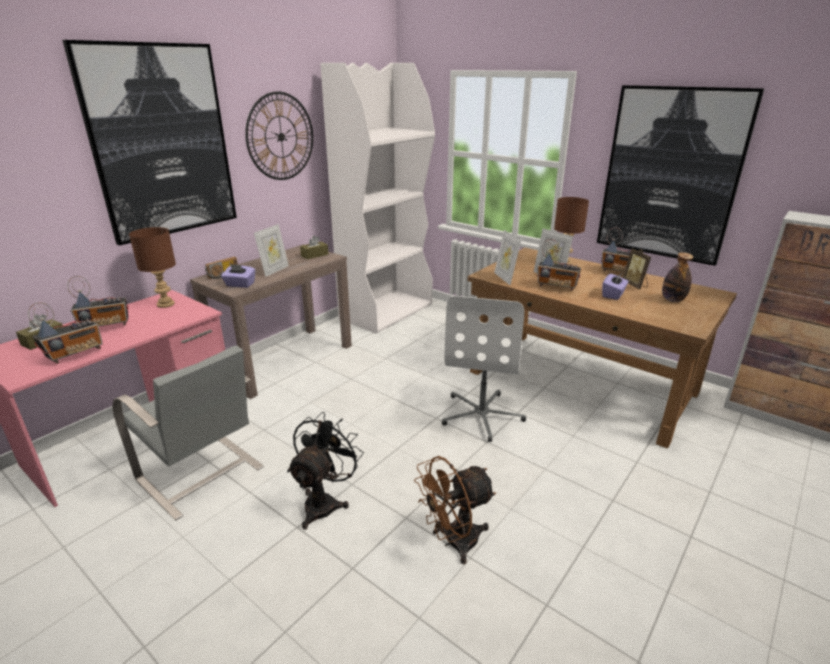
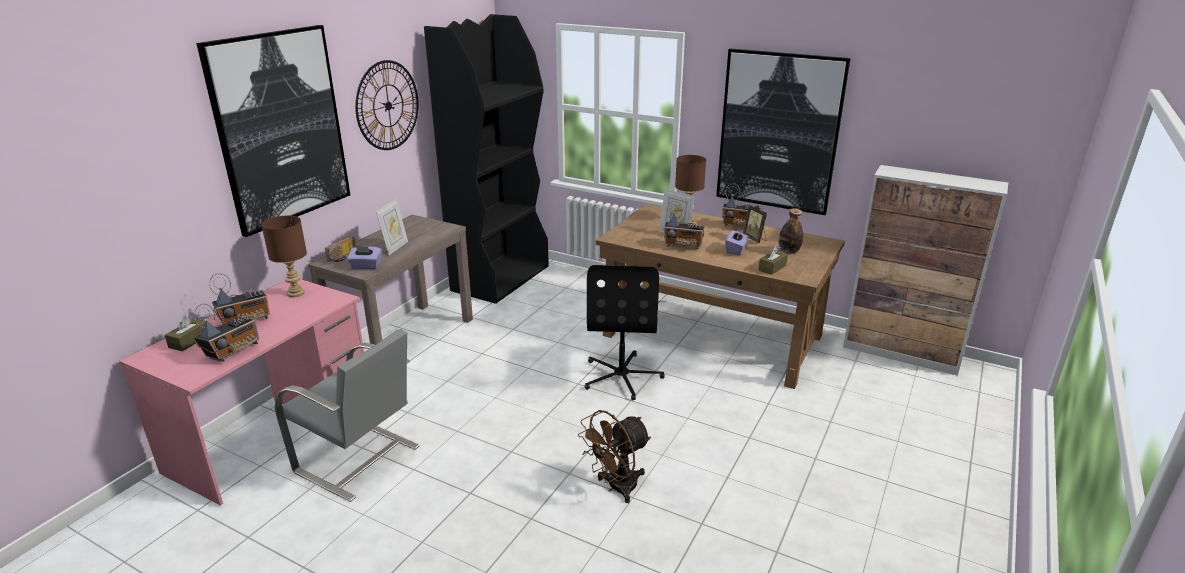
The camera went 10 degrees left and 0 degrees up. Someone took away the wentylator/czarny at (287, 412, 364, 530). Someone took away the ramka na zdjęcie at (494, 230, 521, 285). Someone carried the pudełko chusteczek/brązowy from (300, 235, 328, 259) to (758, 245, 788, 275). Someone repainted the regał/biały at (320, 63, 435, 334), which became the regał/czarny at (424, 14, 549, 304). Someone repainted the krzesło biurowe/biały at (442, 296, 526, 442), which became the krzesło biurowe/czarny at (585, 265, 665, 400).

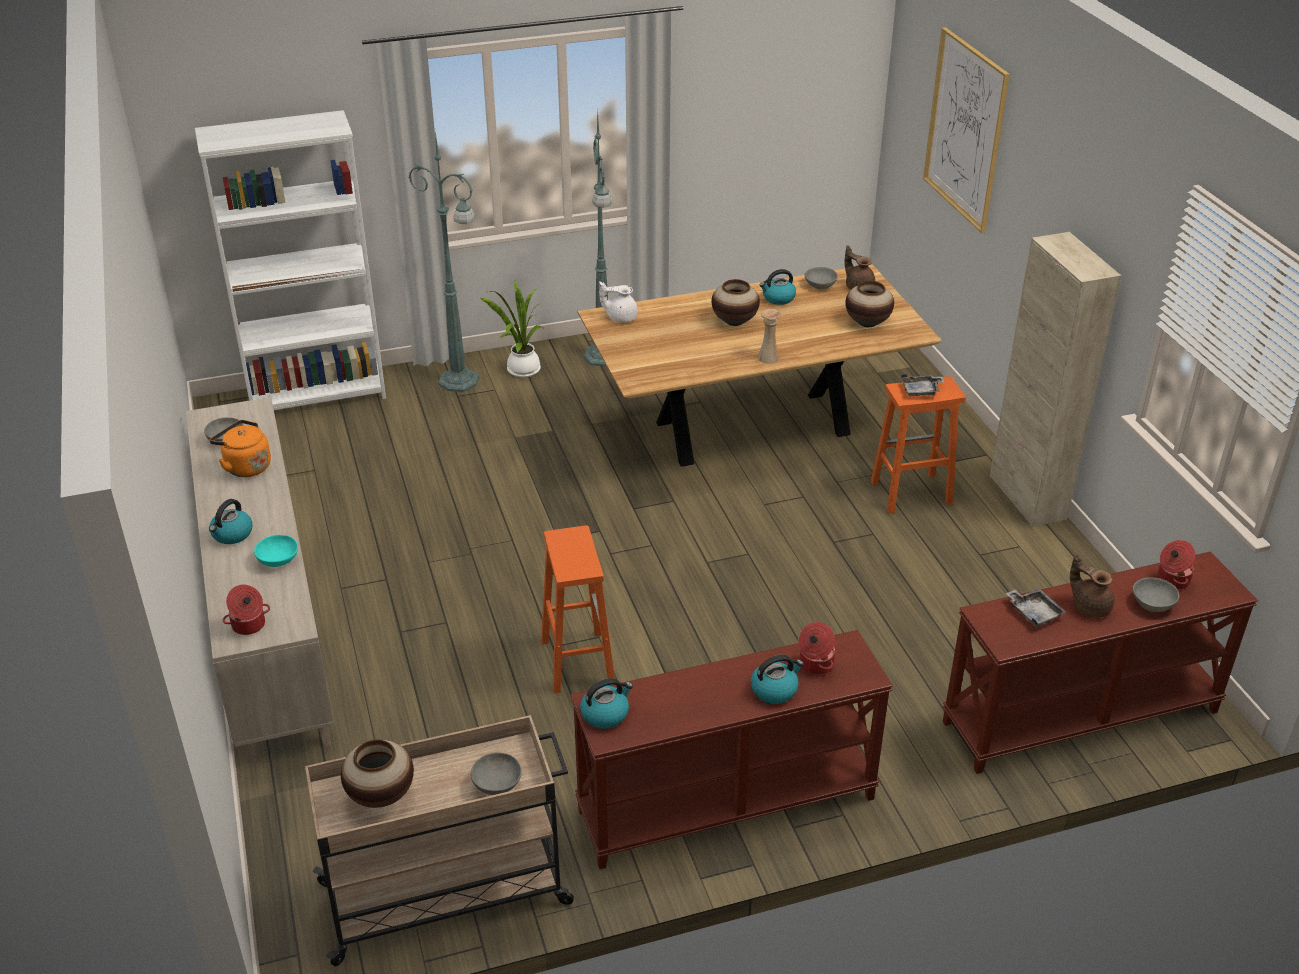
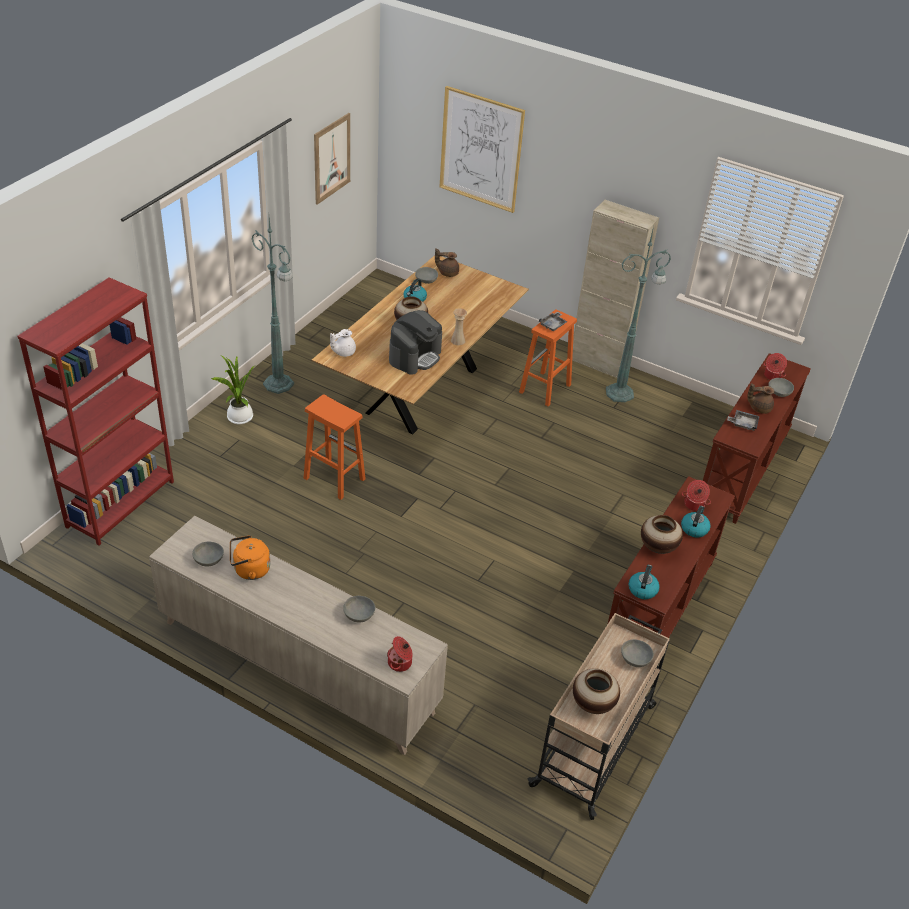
The camera went 45 degrees left and 5 degrees up. Someone took away the czajnik at (209, 499, 253, 544). Someone put up the obraz at (314, 113, 350, 205). Someone put down the ekspres do kawy at (389, 310, 442, 375). Someone carried the lampa stojąca/zielony from (409, 131, 479, 392) to (606, 226, 671, 402). Someone carried the stołek/pomarańczowy from (541, 525, 615, 693) to (304, 394, 366, 500). Someone carried the wazon from (845, 281, 894, 327) to (641, 515, 683, 554). Someone repainted the regał/biały at (195, 110, 386, 410), which became the regał/czerwony at (17, 277, 174, 546). Someone repainted the miska/turkusowy at (254, 535, 298, 567), which became the miska/szary at (343, 596, 375, 622).

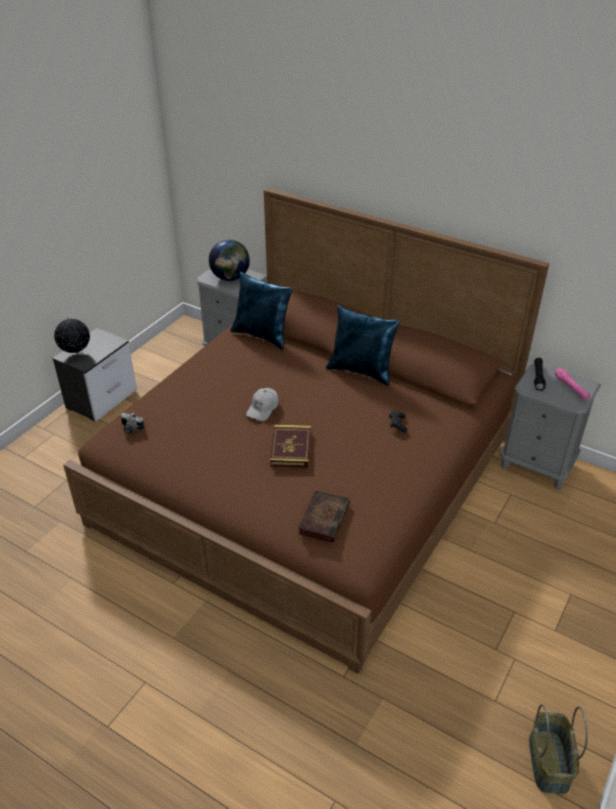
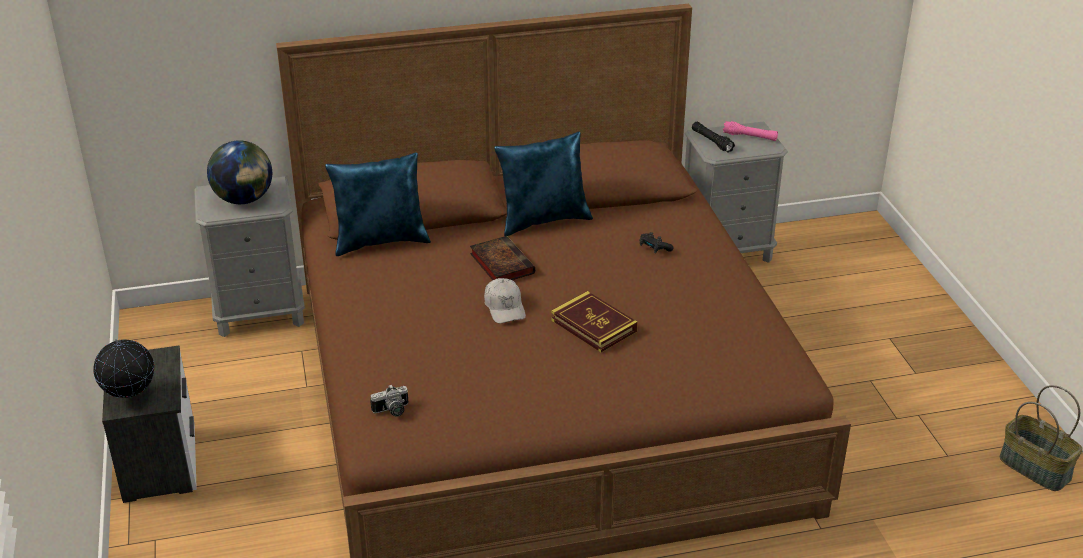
The camera went 45 degrees left and 5 degrees down. Someone carried the książka from (298, 491, 350, 543) to (470, 236, 535, 280).

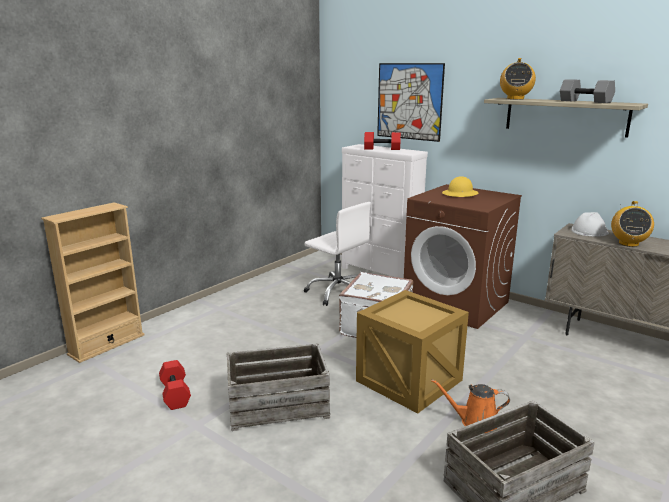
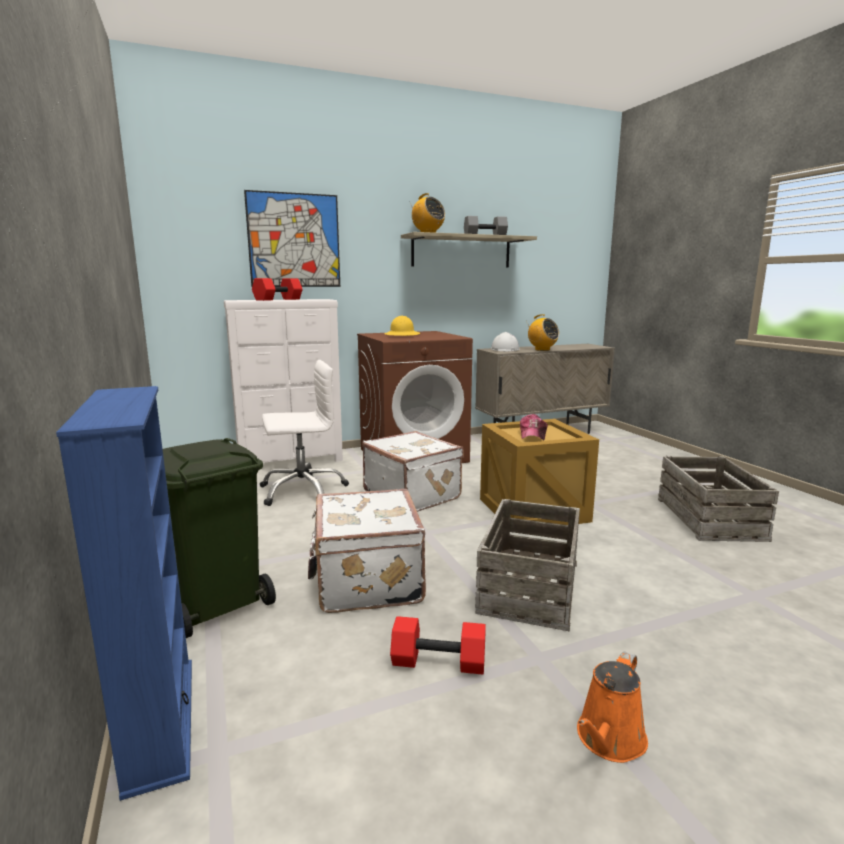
The camera went 60 degrees left and 5 degrees down. Someone put down the kosz na śmieci/zielony at (163, 438, 276, 638). Someone put down the walizka/biały at (308, 489, 426, 613). Someone put down the czapka z daszkiem at (520, 414, 548, 440). Someone carried the konewka/pomarańczowy from (431, 379, 510, 433) to (577, 651, 648, 763). Someone repainted the regał/beżowy at (41, 202, 145, 363), which became the regał/niebieski at (56, 386, 192, 801).

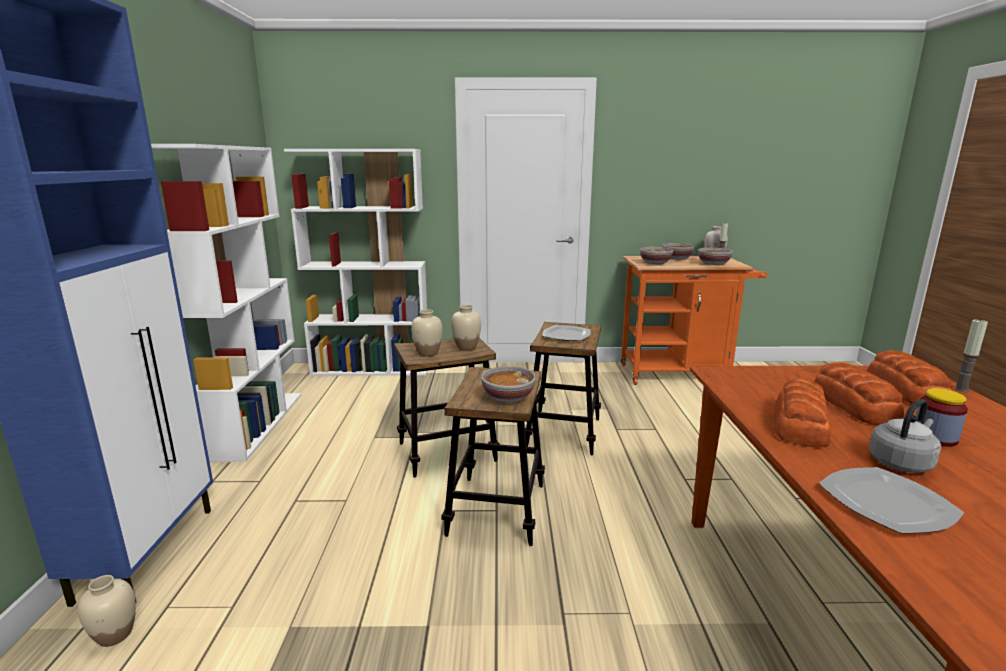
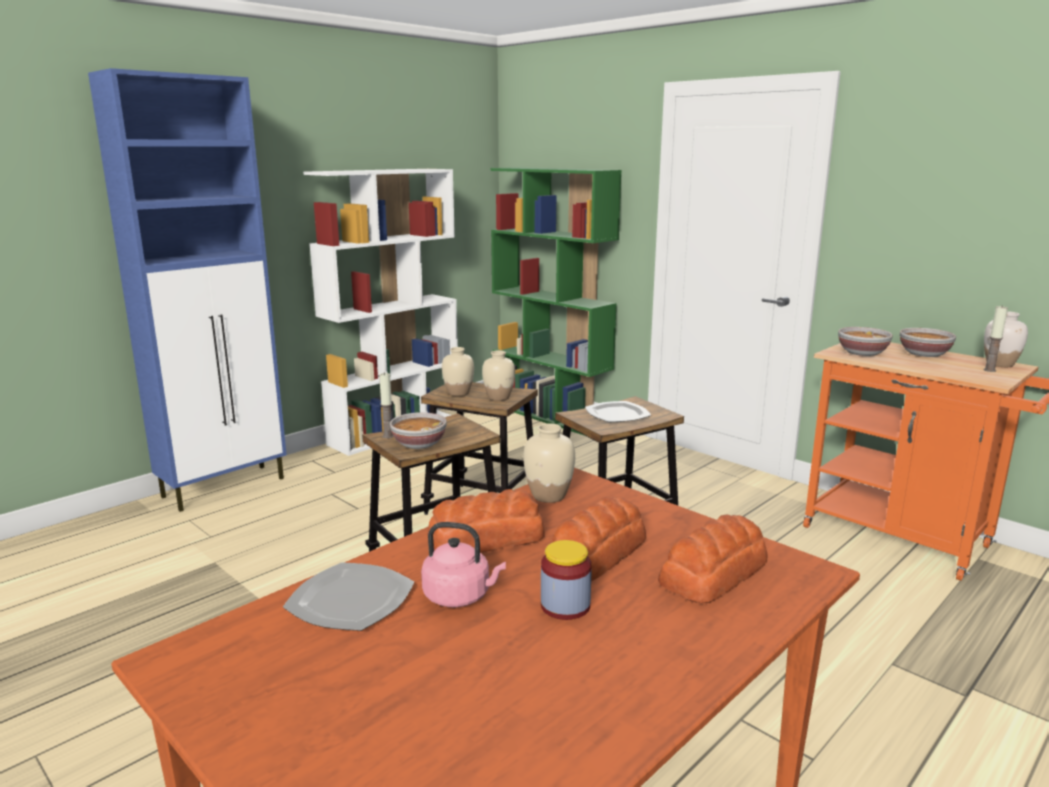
The camera went 45 degrees right and 0 degrees up. Someone took away the miska at (698, 248, 733, 265). Someone carried the wazon/beżowy from (78, 575, 136, 647) to (523, 423, 575, 503). Someone carried the świeca from (954, 319, 988, 392) to (379, 372, 394, 439). Someone repainted the regał/biały at (284, 149, 427, 376), which became the regał/zielony at (490, 167, 622, 436). Someone repainted the czajnik/szary at (869, 399, 941, 473), which became the czajnik/różowy at (421, 522, 506, 607).

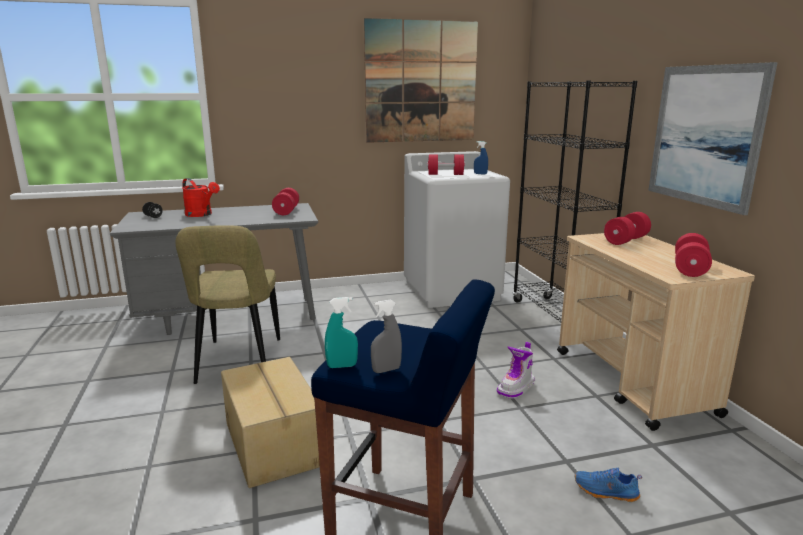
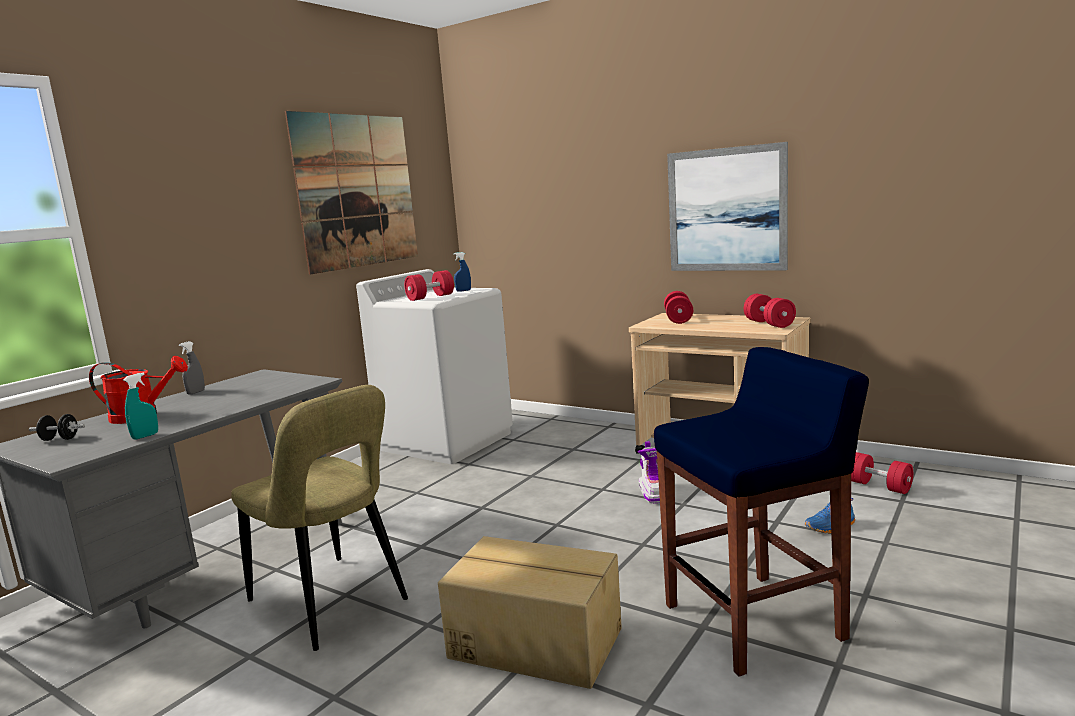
The camera went 40 degrees left and 5 degrees down. Someone took away the regał/czarny at (512, 81, 637, 322). Someone carried the hantel/czerwony from (272, 188, 299, 215) to (851, 452, 913, 494). Someone carried the spryskiwacz/turkusowy from (325, 297, 358, 368) to (124, 373, 158, 440). Someone carried the spryskiwacz/szary from (371, 300, 402, 373) to (179, 341, 205, 395).

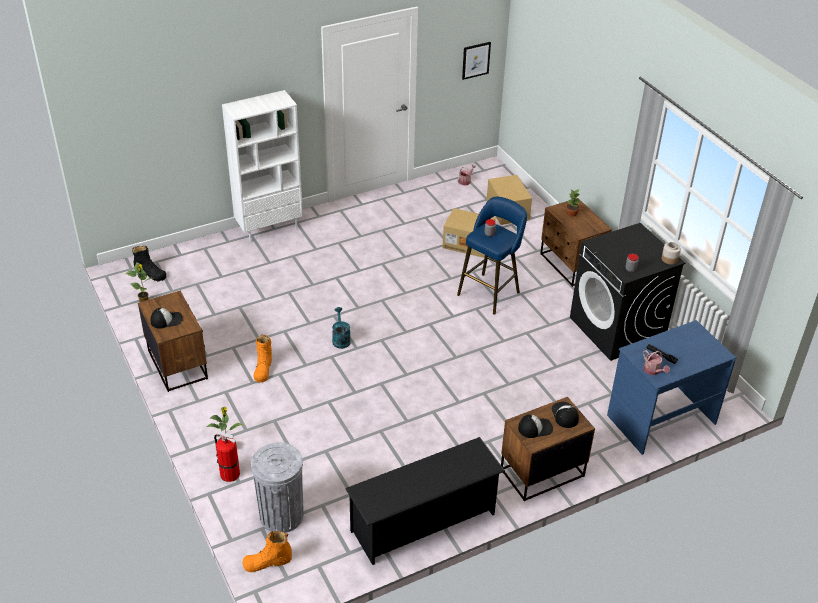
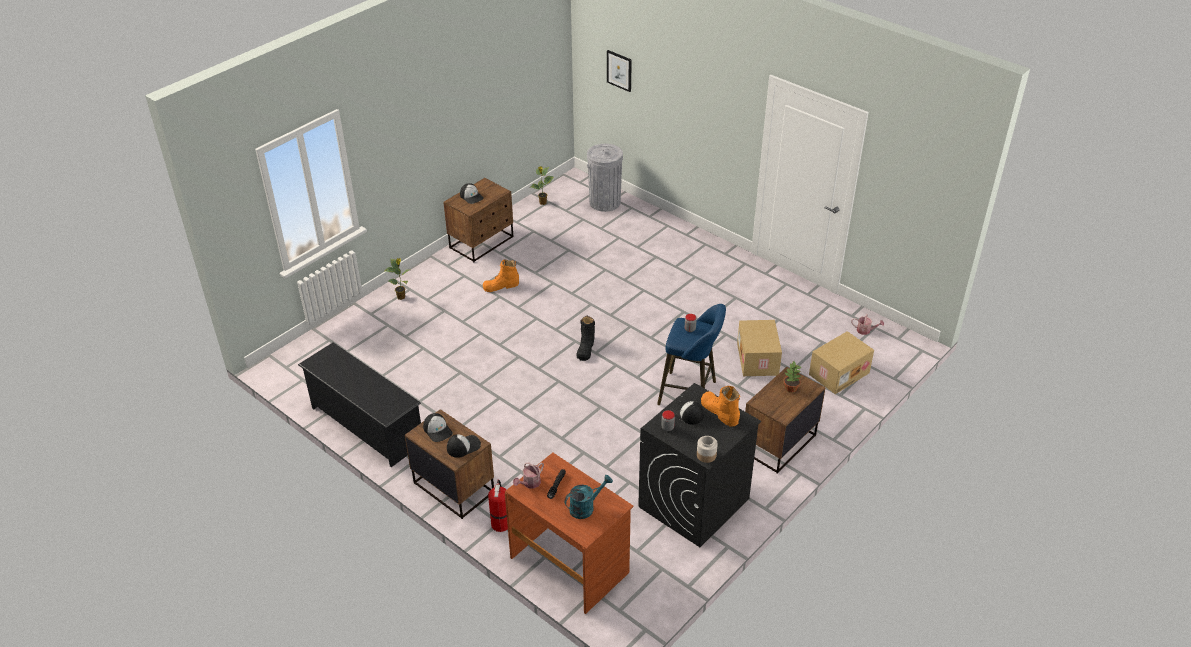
The camera went 70 degrees right and 0 degrees up. Someone took away the regał/biały at (222, 90, 303, 243). Someone put down the czapka z daszkiem at (670, 401, 704, 425). Someone carried the but z cholewką/czarny from (132, 246, 166, 281) to (576, 316, 595, 361). Someone carried the gaśnica from (214, 434, 240, 482) to (488, 480, 508, 532). Someone carried the but z cholewką/pomarańczowy from (242, 531, 292, 572) to (701, 386, 740, 426). Someone carried the kosz na śmieci/szary from (251, 442, 304, 533) to (587, 144, 623, 212). Someone carried the konewka/turkusowy from (332, 307, 351, 349) to (564, 475, 613, 519). Someone carried the obraz from (462, 42, 491, 80) to (607, 50, 632, 92). Someone repainted the biurko/niebieski at (607, 320, 736, 455), which became the biurko/brązowy at (505, 453, 634, 614).

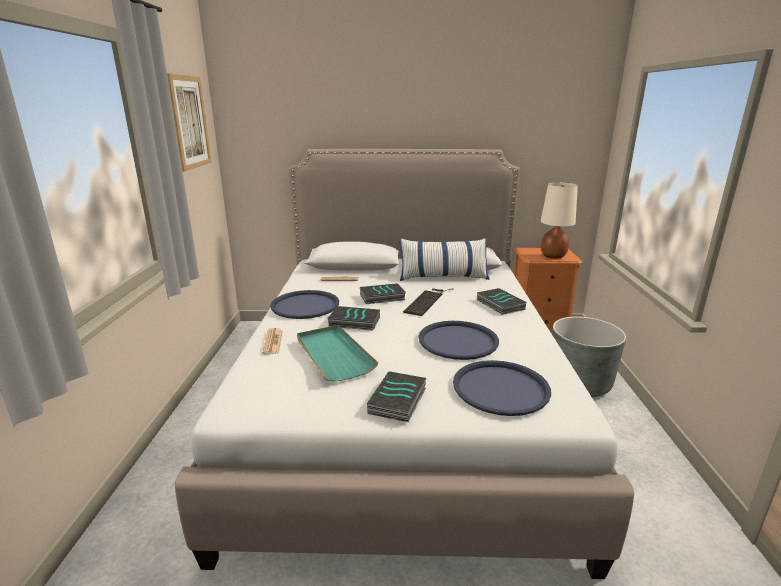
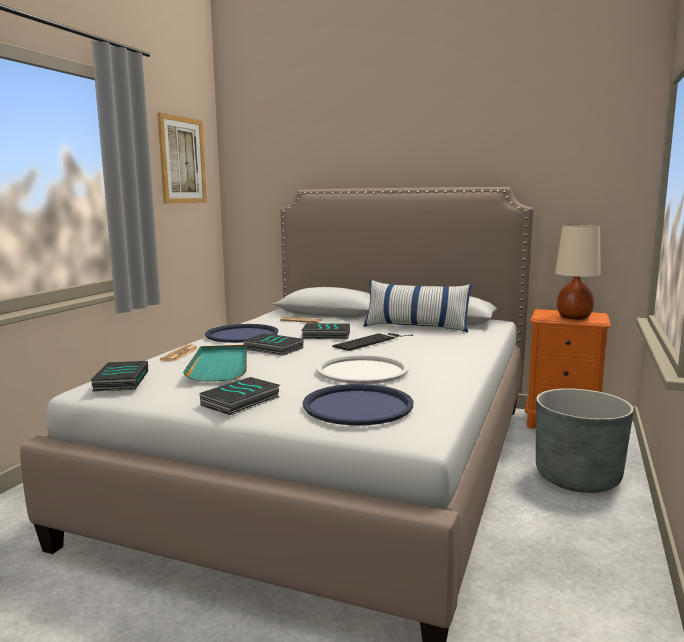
The camera went 20 degrees right and 10 degrees down. Someone carried the książka from (477, 288, 526, 315) to (91, 361, 148, 392). Someone repainted the taca/niebieski at (419, 321, 499, 360), which became the taca/biały at (317, 355, 409, 384).

